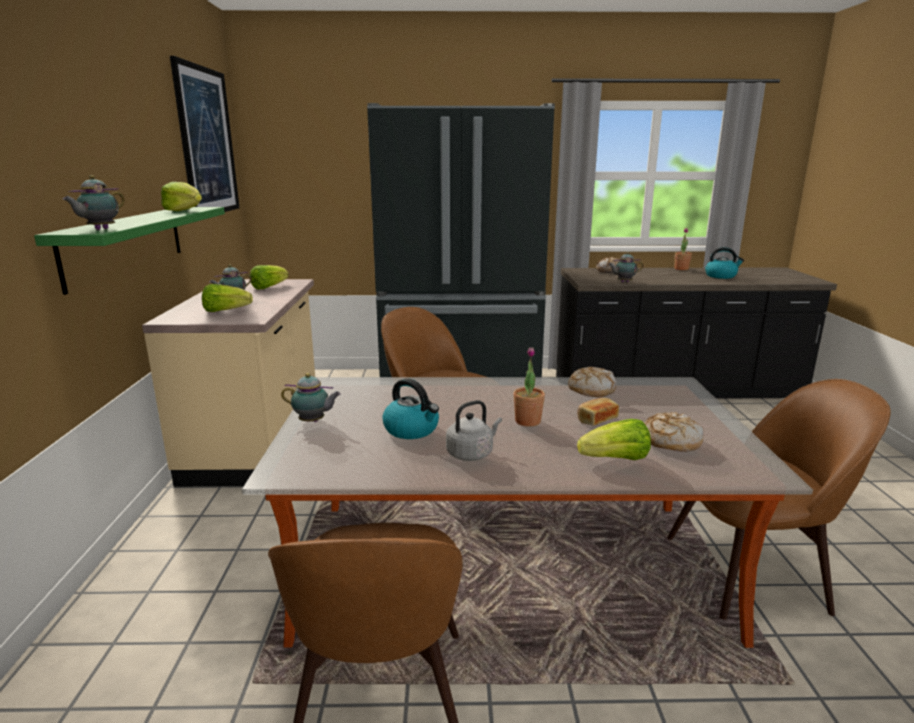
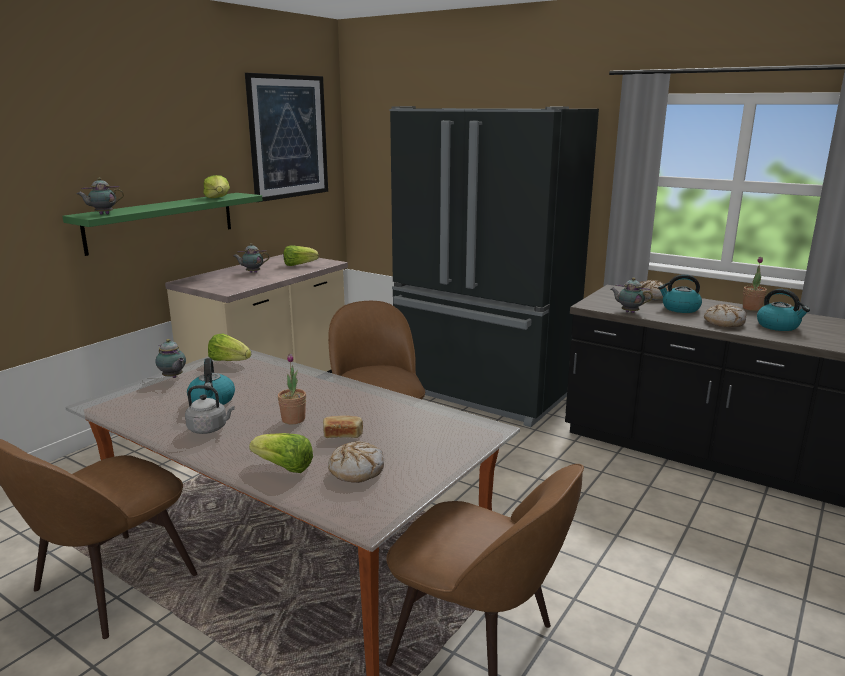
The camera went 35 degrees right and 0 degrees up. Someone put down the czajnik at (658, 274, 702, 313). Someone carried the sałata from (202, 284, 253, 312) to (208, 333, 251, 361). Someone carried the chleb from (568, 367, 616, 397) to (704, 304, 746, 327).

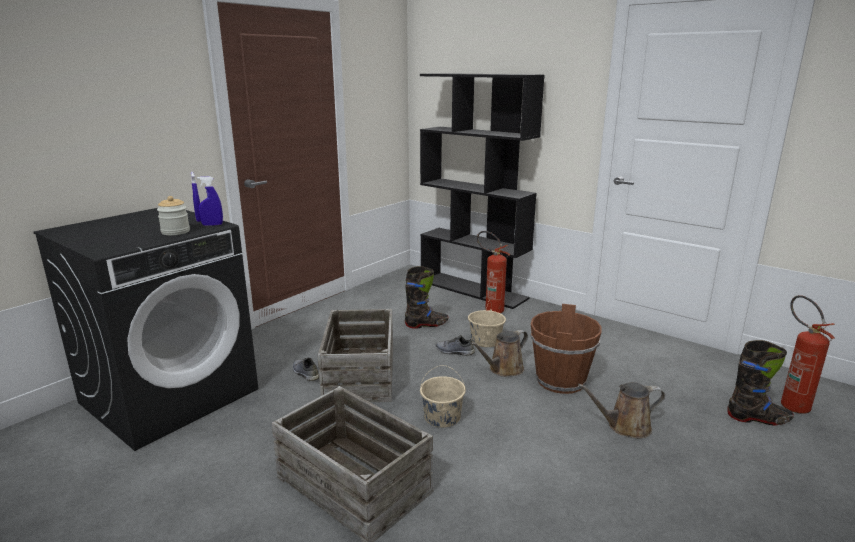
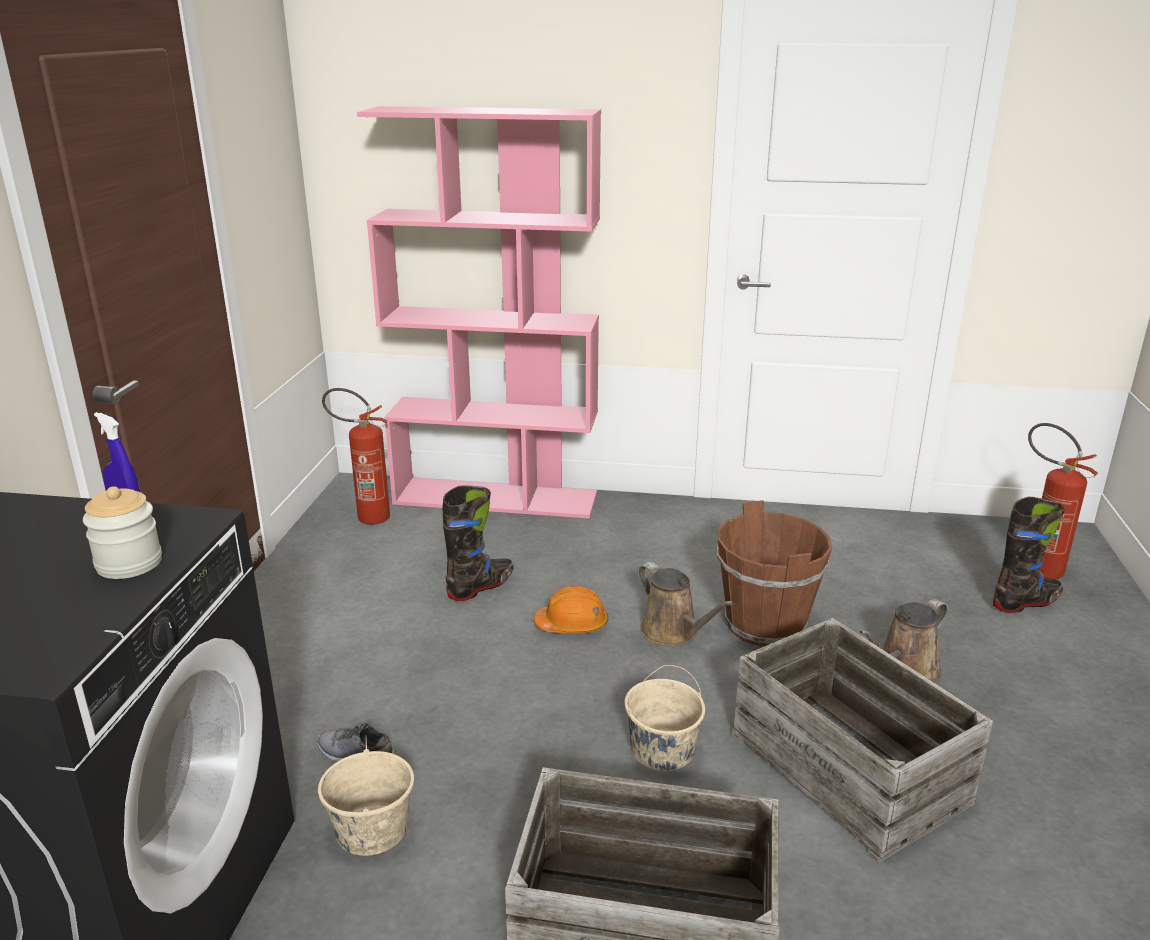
The camera went 30 degrees left and 5 degrees up. Someone took away the spryskiwacz/niebieski at (197, 176, 223, 226). Someone carried the skrzynka from (318, 309, 393, 402) to (732, 617, 993, 863). Someone carried the wiadro/beżowy from (468, 299, 506, 347) to (318, 735, 414, 856). Someone carried the gaśnica from (477, 231, 510, 313) to (322, 388, 390, 525). Someone swapped the but/szary at (436, 335, 475, 356) for the kask/pomarańczowy at (534, 586, 608, 634). Someone repainted the regał/czarny at (420, 73, 545, 309), which became the regał/różowy at (357, 106, 601, 518). Someone rotated the konewka/brązowy at (470, 330, 528, 377) by 60 degrees counterclockwise.

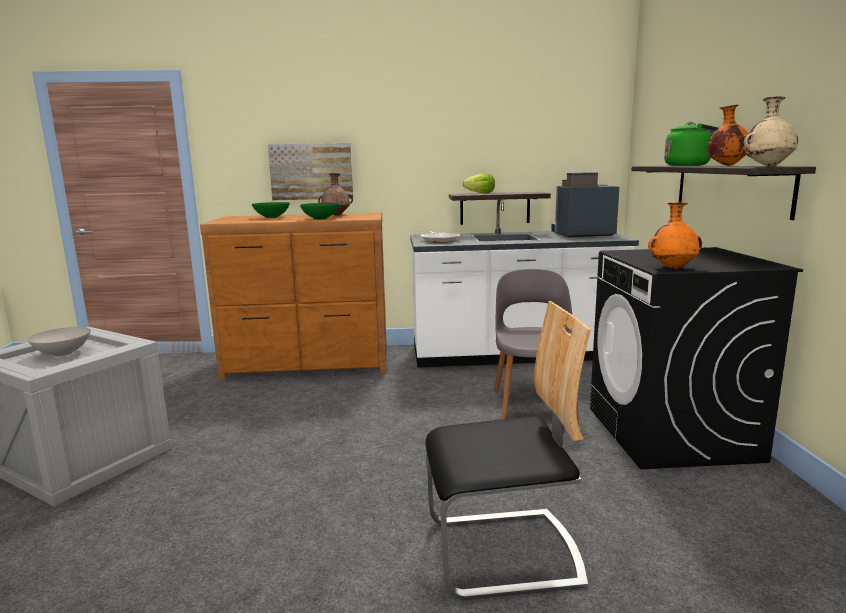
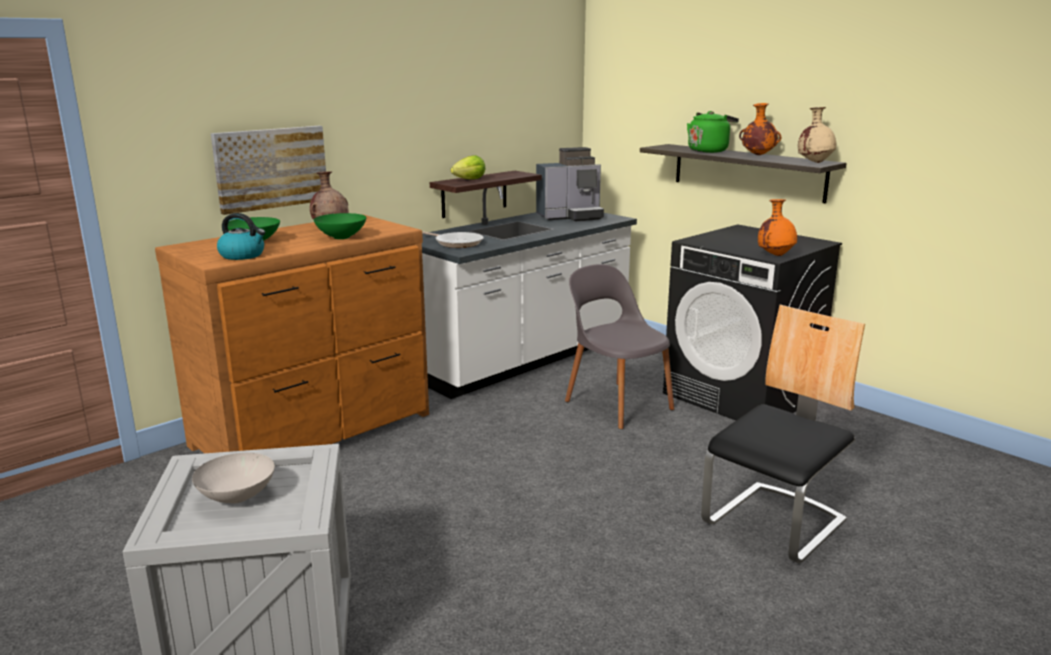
The camera went 40 degrees left and 5 degrees up. Someone put down the czajnik at (217, 213, 265, 260). Someone rotated the ekspres do kawy at (551, 172, 620, 237) by 150 degrees counterclockwise.

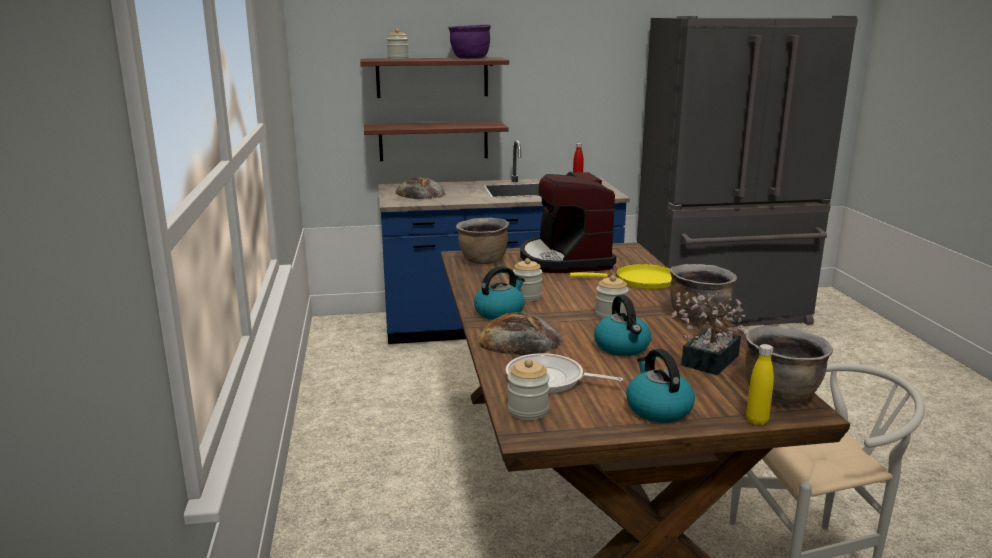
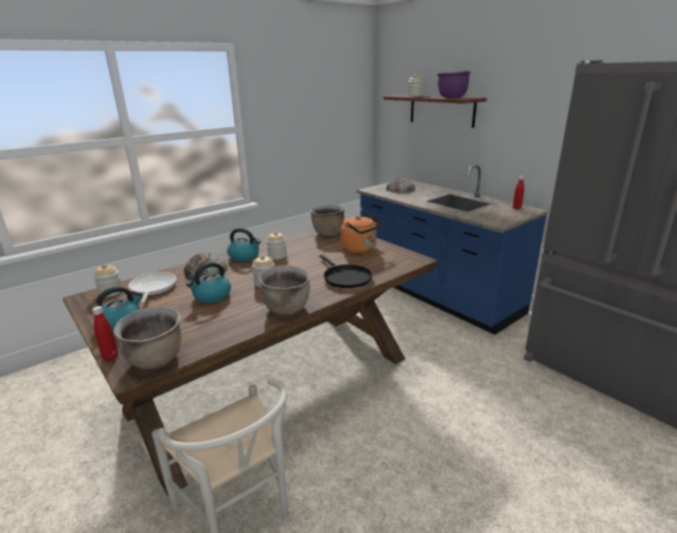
The camera went 60 degrees right and 5 degrees up. Someone took away the półka at (364, 121, 509, 161). Someone took away the roślina doniczkowa at (671, 291, 745, 375). Someone swapped the ekspres do kawy at (520, 172, 616, 273) for the czajnik/pomarańczowy at (340, 215, 384, 254). Someone repainted the patelnia/żółty at (570, 264, 672, 289), which became the patelnia/czarny at (319, 255, 372, 288). Someone repainted the butelka/żółty at (746, 344, 774, 426), which became the butelka/czerwony at (92, 306, 118, 361).

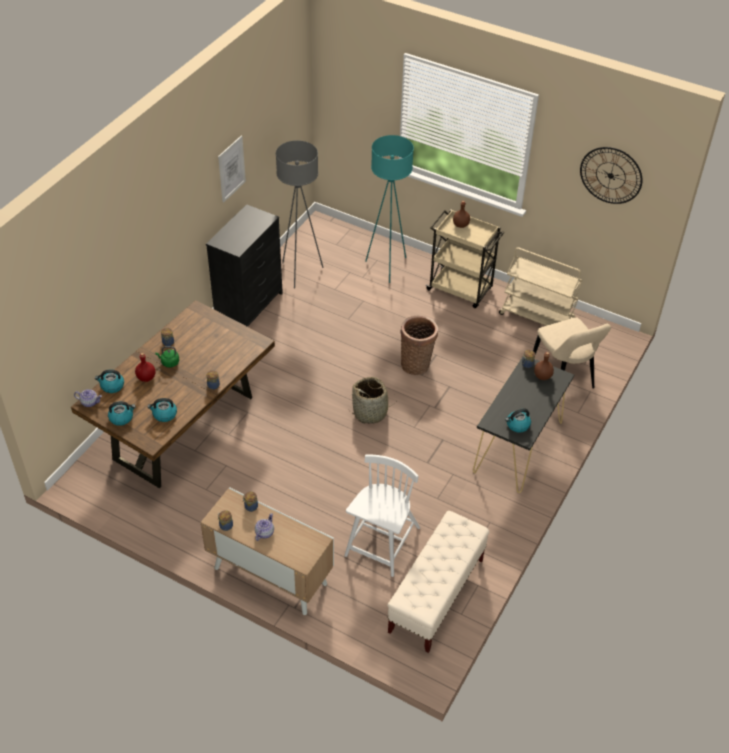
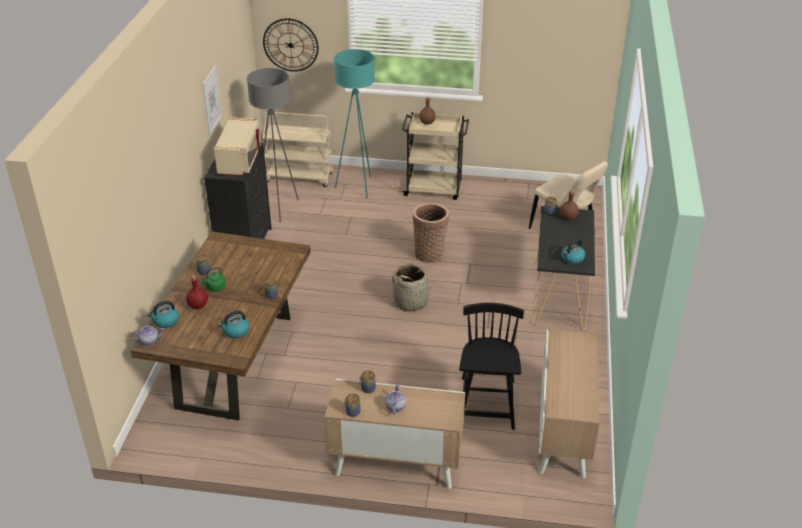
The camera went 20 degrees left and 10 degrees down. Someone took away the czajnik at (108, 401, 136, 426). Someone put down the mikrofalówka/beżowy at (214, 117, 261, 176). Someone carried the wózek/beżowy from (499, 247, 583, 326) to (263, 112, 333, 187). Someone carried the zegar ścienny from (580, 147, 643, 204) to (263, 18, 318, 72). Someone swapped the ławka/beżowy at (387, 511, 489, 653) for the szafka at (538, 329, 599, 479). Someone repainted the krzesło/biały at (344, 455, 420, 577), which became the krzesło/czarny at (459, 303, 524, 430).

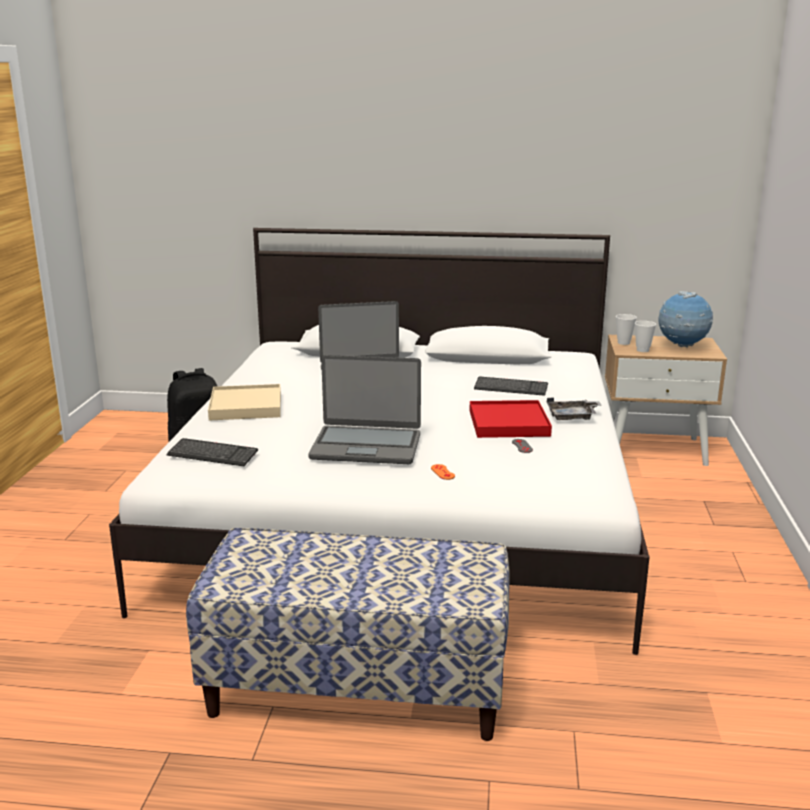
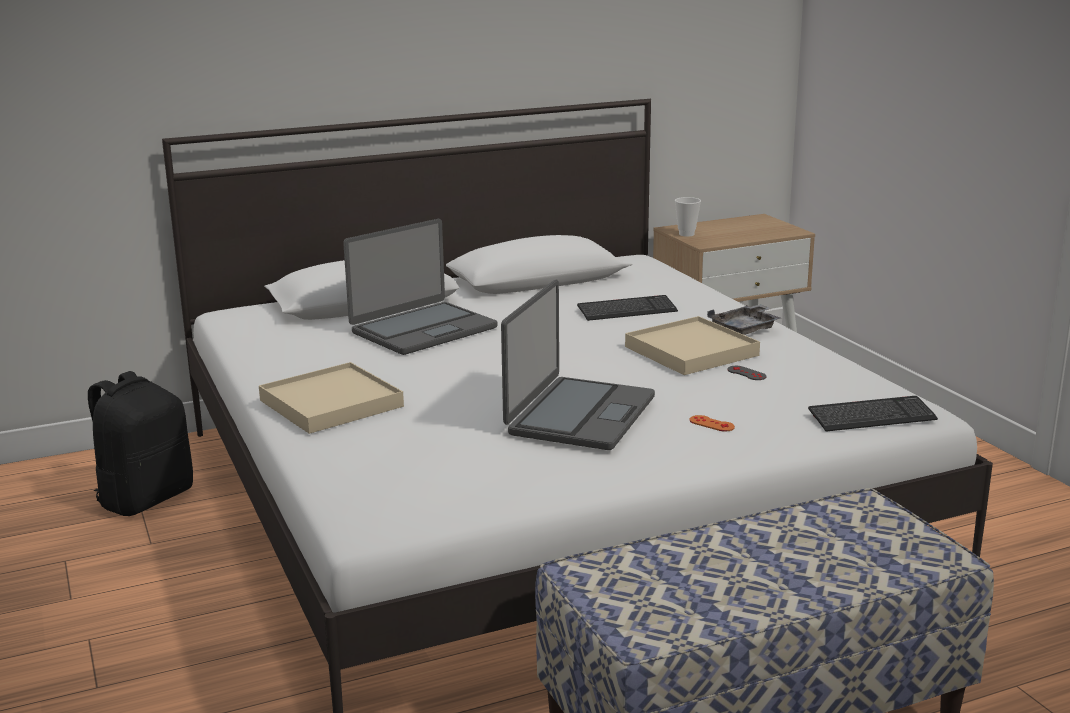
The camera went 30 degrees left and 0 degrees up. Someone took away the filiżanka at (635, 321, 656, 352). Someone took away the globus at (659, 291, 713, 348). Someone carried the klawiatura from (166, 438, 258, 466) to (808, 396, 938, 432). Someone repainted the taca/czerwony at (469, 400, 552, 438), which became the taca/beżowy at (625, 316, 760, 375). Someone rotated the laptop at (308, 355, 421, 464) by 45 degrees counterclockwise.

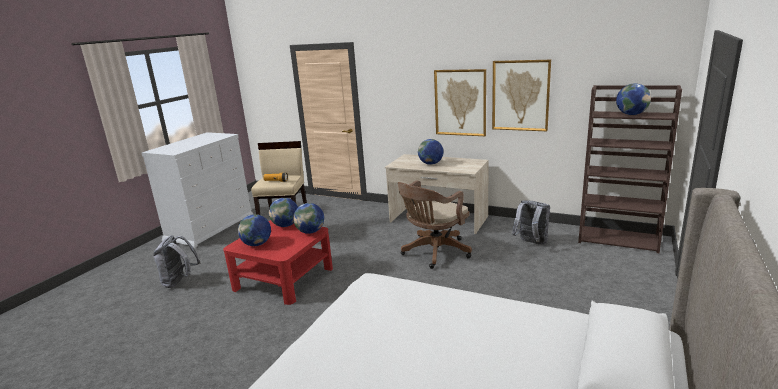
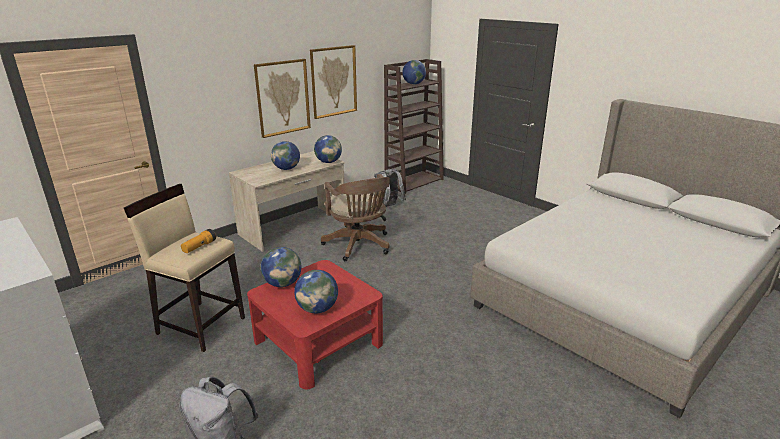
The camera went 70 degrees left and 5 degrees up. Someone carried the globus from (293, 203, 324, 234) to (314, 135, 342, 163).

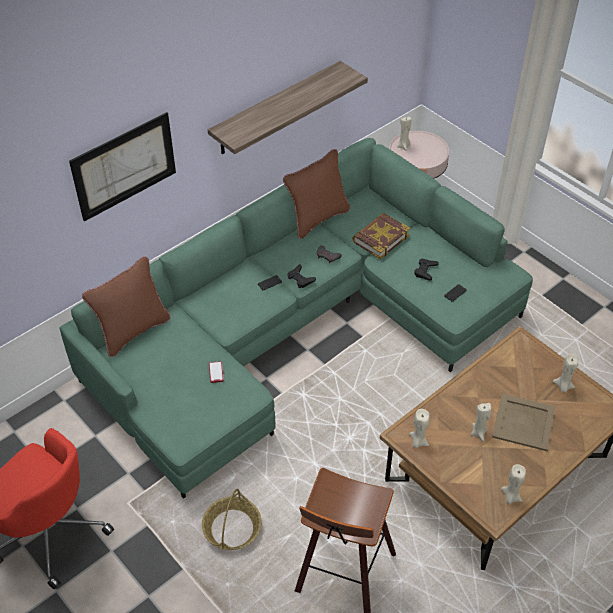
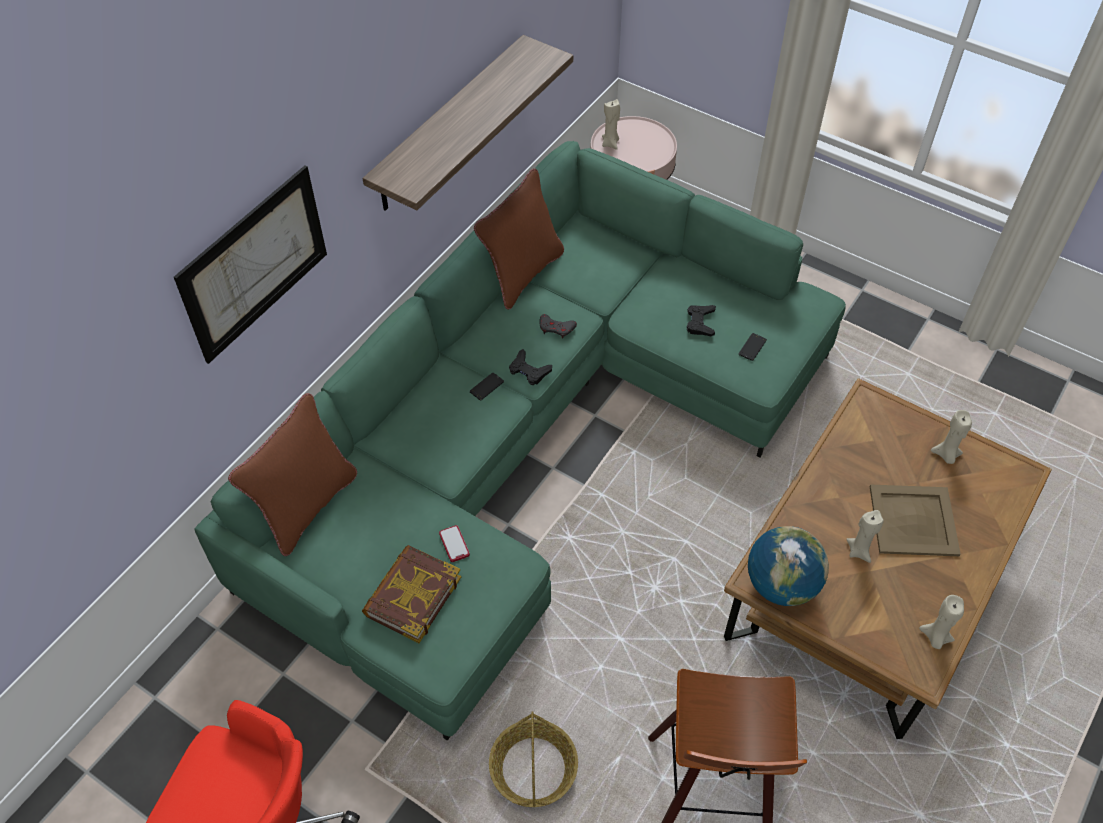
The camera went 15 degrees left and 5 degrees up. Someone carried the książka from (352, 213, 410, 259) to (362, 545, 461, 643). Someone swapped the świeca/beżowy at (409, 409, 430, 448) for the globus at (748, 526, 829, 606).

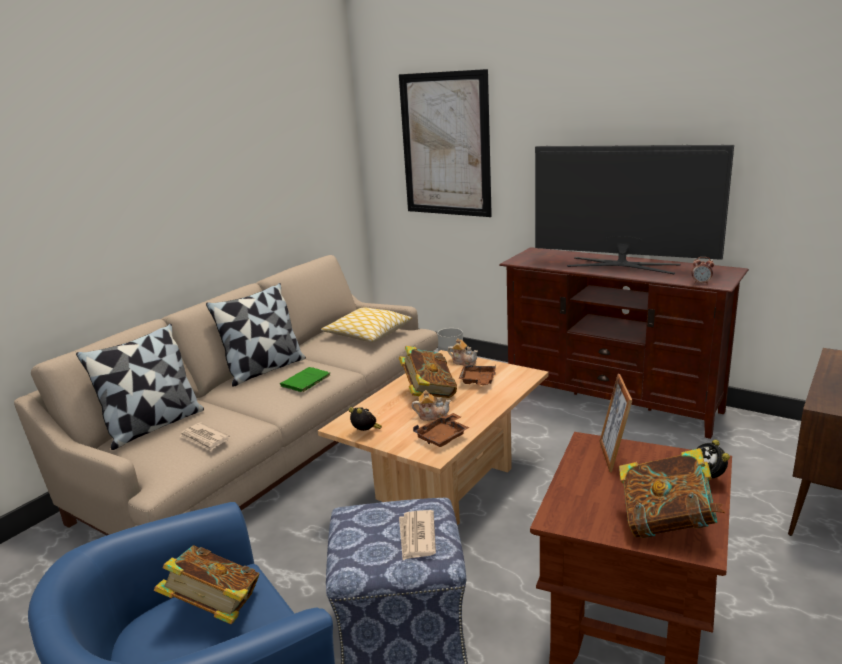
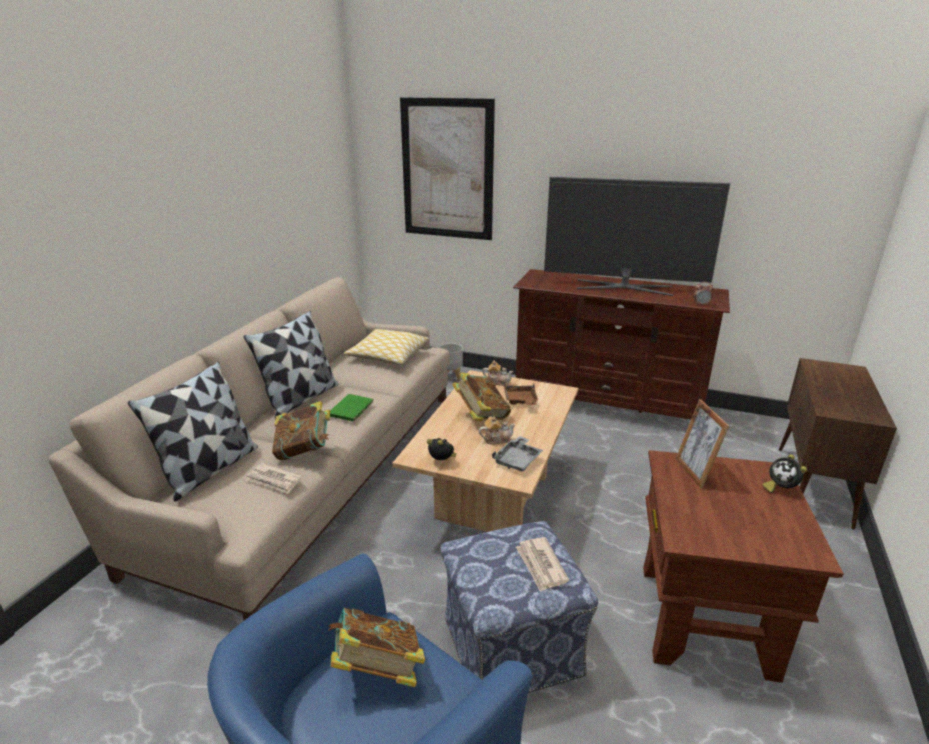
The camera went 15 degrees left and 5 degrees up. Someone carried the książka from (619, 448, 725, 538) to (272, 401, 330, 460). Someone repainted the taca/brązowy at (413, 413, 470, 447), which became the taca/szary at (492, 436, 543, 472).

